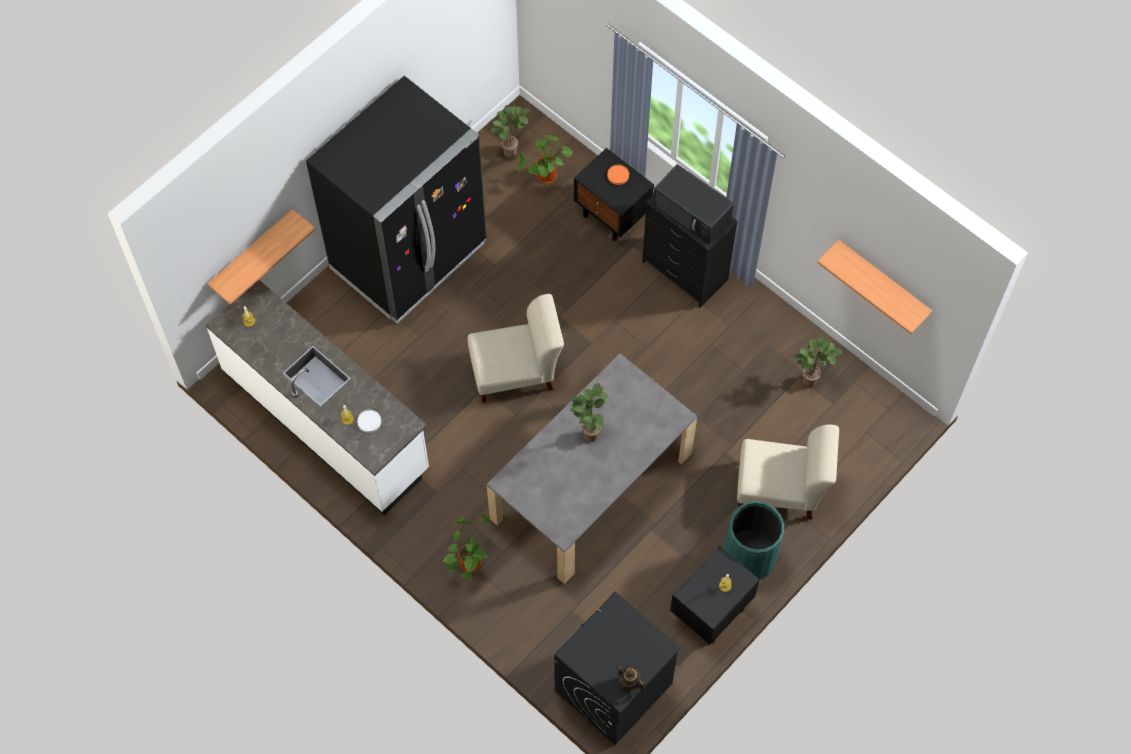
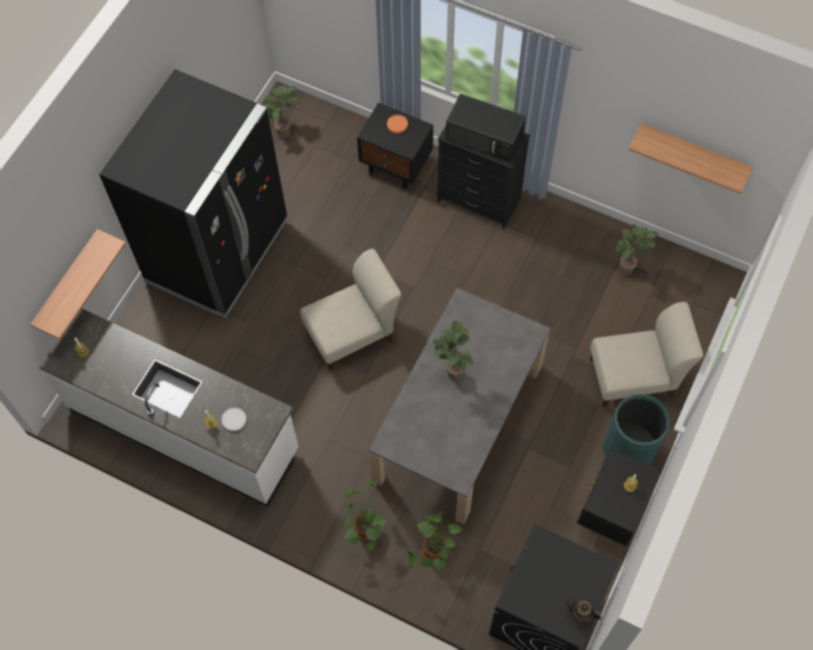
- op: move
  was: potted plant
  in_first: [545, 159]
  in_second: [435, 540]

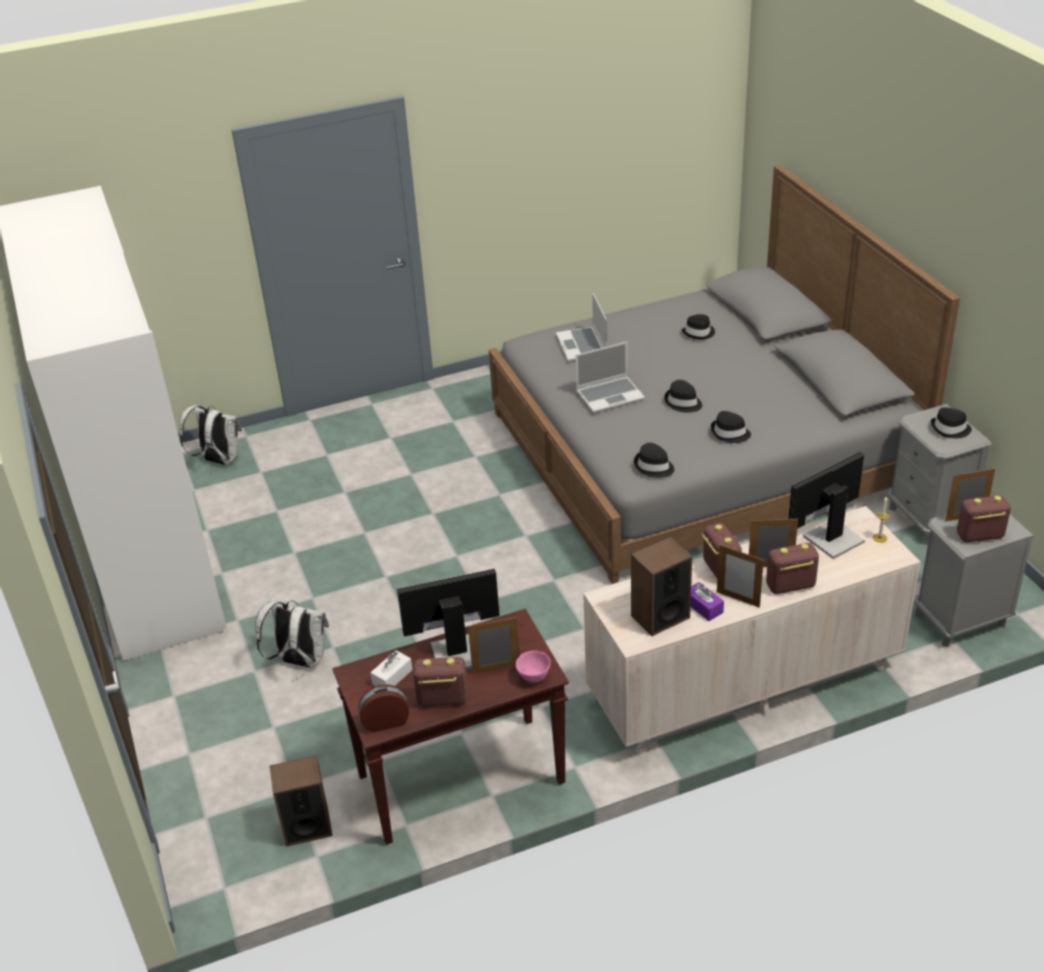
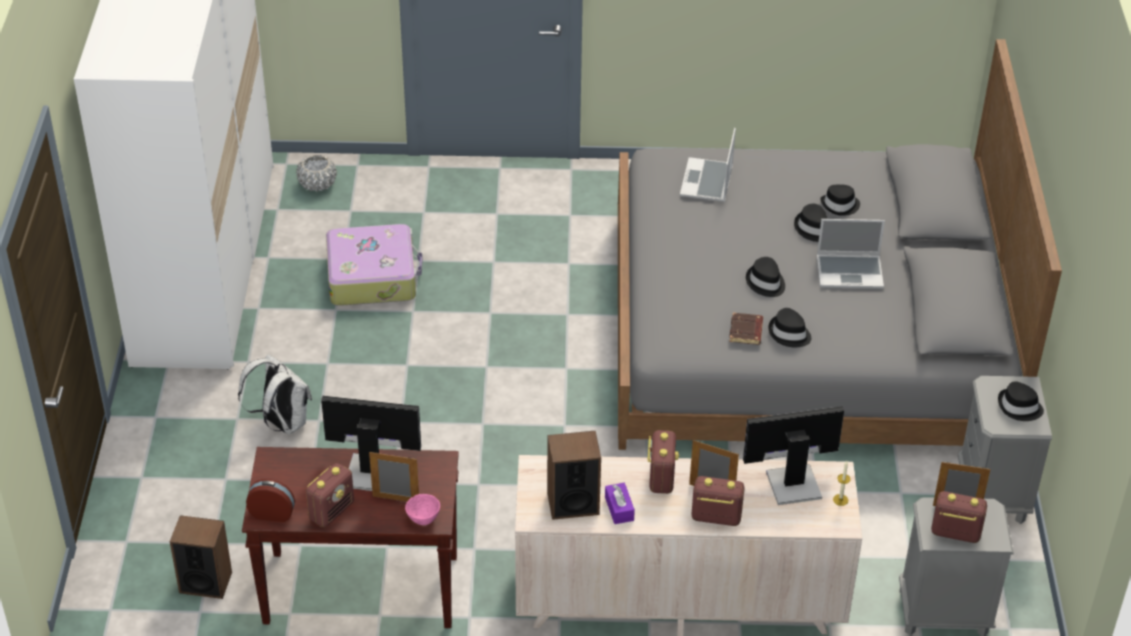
- op: replace
  was: whitish backpack
  now: whitish plant pot
  in_first: [210, 435]
  in_second: [316, 173]
- op: delete
  was: whitish tissue box
  in_first: [391, 668]
- op: rotate
  was: radio
  in_first: [440, 682]
  in_second: [330, 495]
  clockwise: 105
- op: move
  was: notebook computer
  in_first: [610, 377]
  in_second: [851, 254]
- op: move
  was: black clothing hat
  in_first: [654, 460]
  in_second: [810, 223]
- op: delete
  was: picture frame
  in_first: [740, 576]
- op: insert
  now: piece of luggage
  in_second: [374, 265]
- op: insert
  now: brownish book
  in_second: [746, 328]

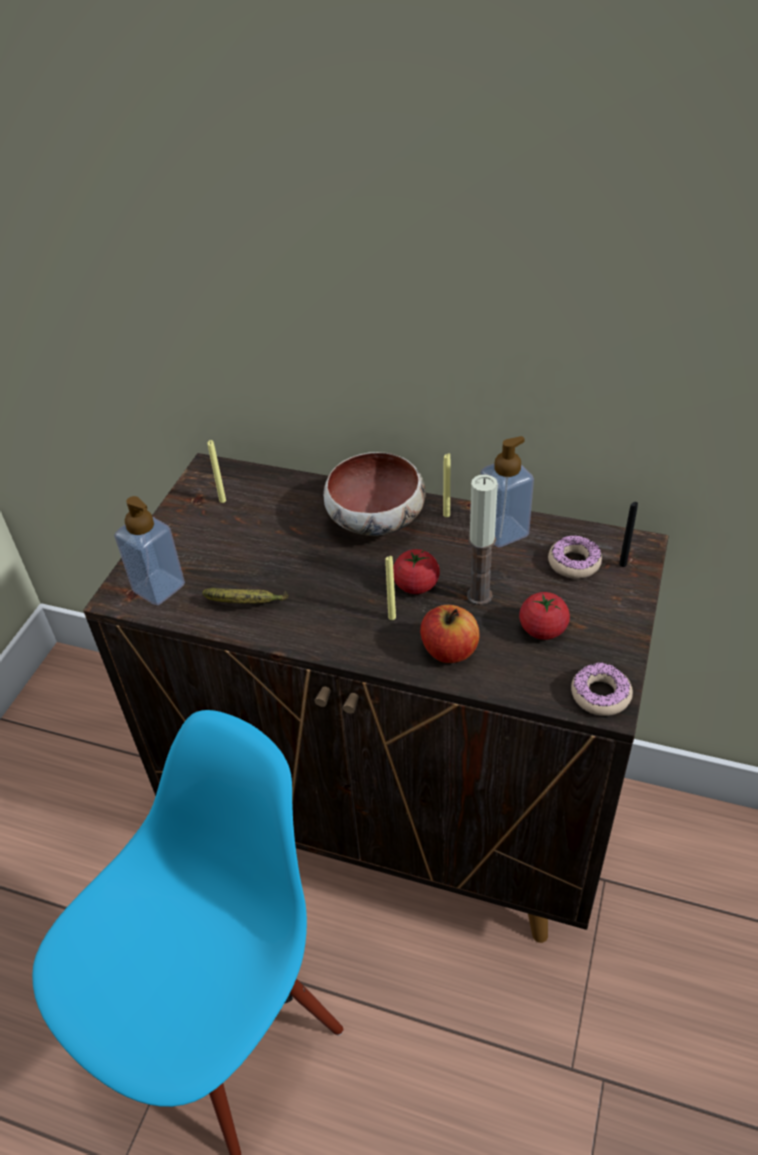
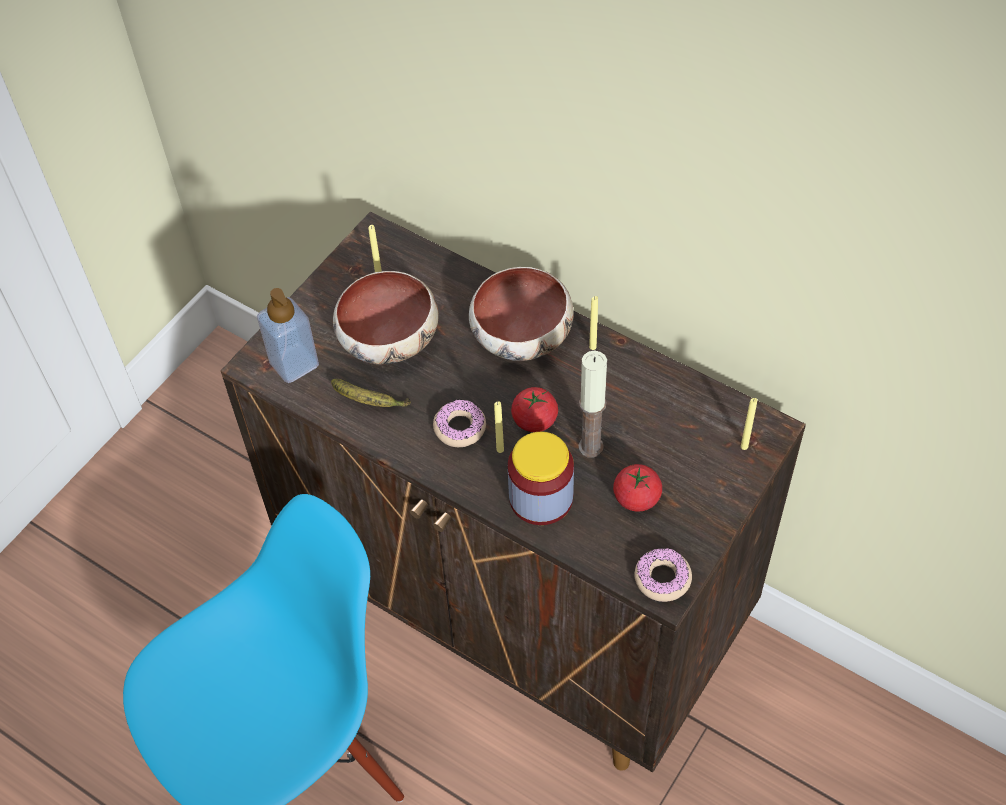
- op: replace
  was: apple
  now: jar
  in_first: [450, 634]
  in_second: [541, 478]
- op: delete
  was: soap dispenser
  in_first: [507, 492]
- op: move
  was: donut
  in_first: [575, 557]
  in_second: [459, 423]
- op: recolor
  was: black wax candle
  now: yellow-coloured wax candle
  in_first: [628, 534]
  in_second: [749, 424]
- op: insert
  now: bowl
  in_second: [386, 318]

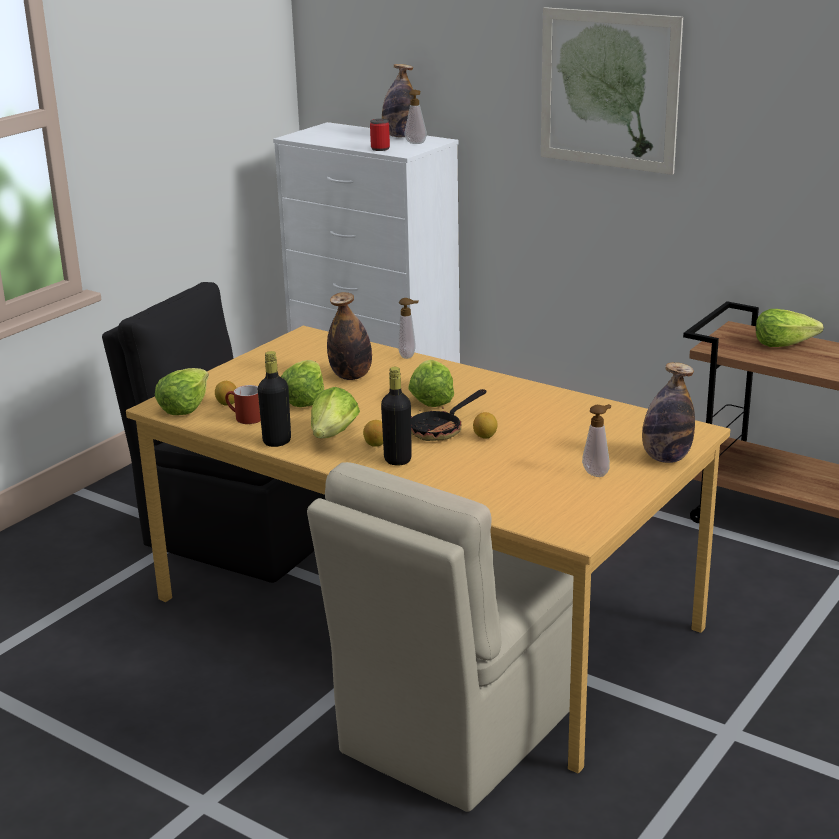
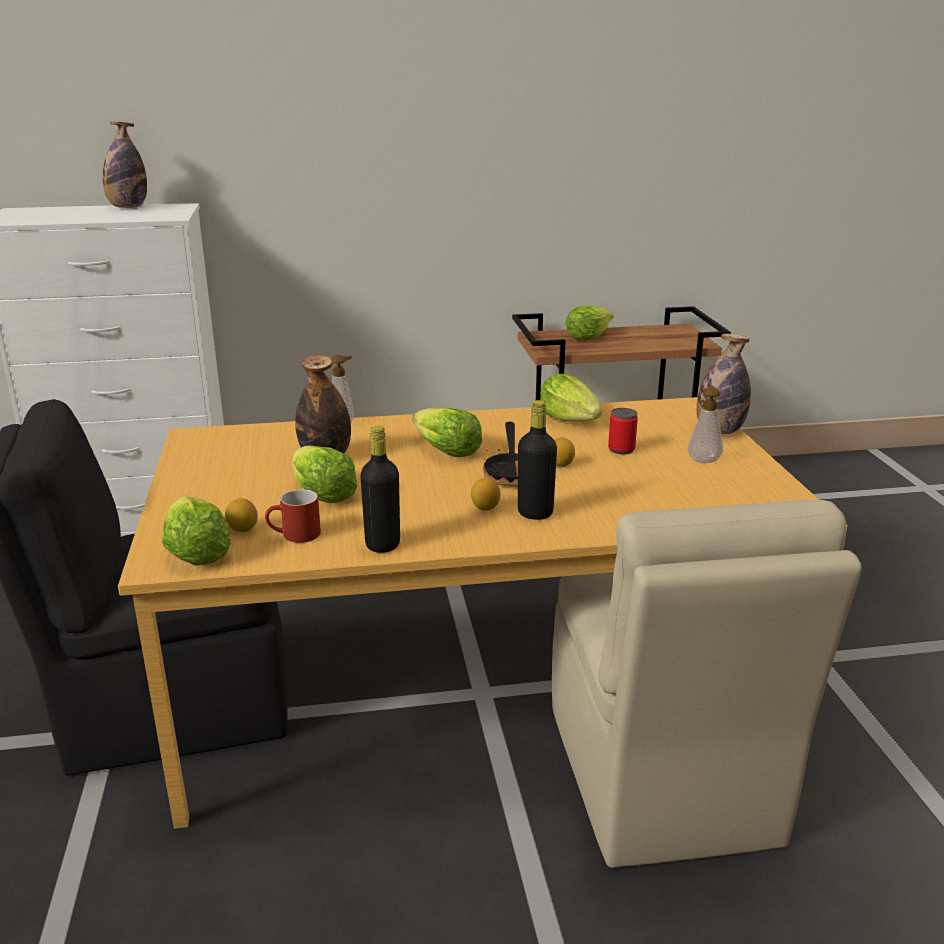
- op: move
  was: lettuce head
  in_first: [335, 412]
  in_second: [571, 398]
- op: move
  was: can
  in_first: [380, 135]
  in_second: [623, 431]
- op: delete
  was: soap dispenser
  in_first: [416, 117]
- op: delete
  was: picture
  in_first: [612, 91]

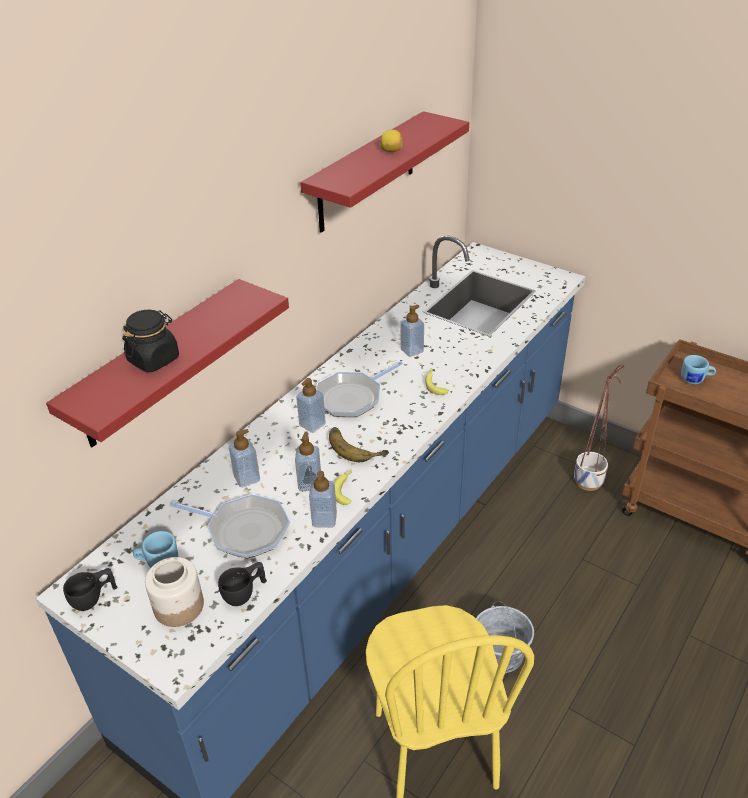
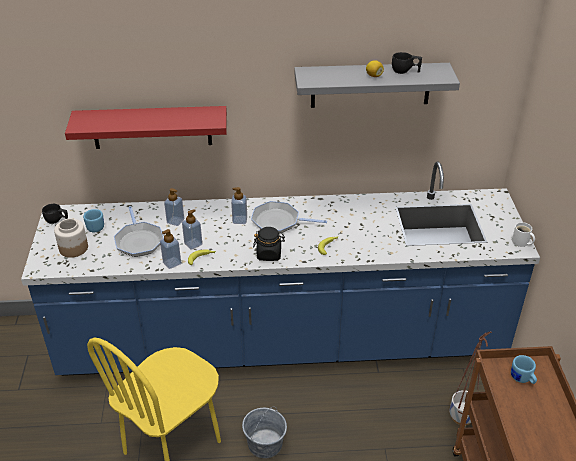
- op: move
  was: black jar
  in_first: [150, 341]
  in_second: [269, 244]
- op: move
  was: black small cup
  in_first: [242, 584]
  in_second: [407, 63]
- op: recolor
  was: red wall shelf
  now: grey wall shelf
  in_first: [384, 172]
  in_second: [377, 85]
- op: delete
  was: banana
  in_first: [359, 444]
- op: delete
  was: soap dispenser
  in_first: [412, 331]
- op: insert
  now: whitish tea mug
  in_second: [523, 234]

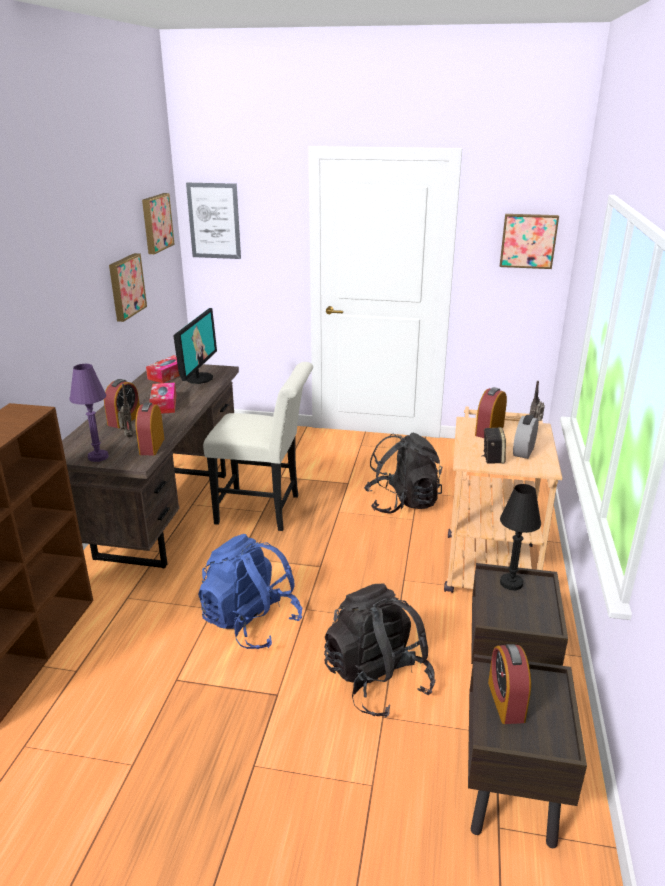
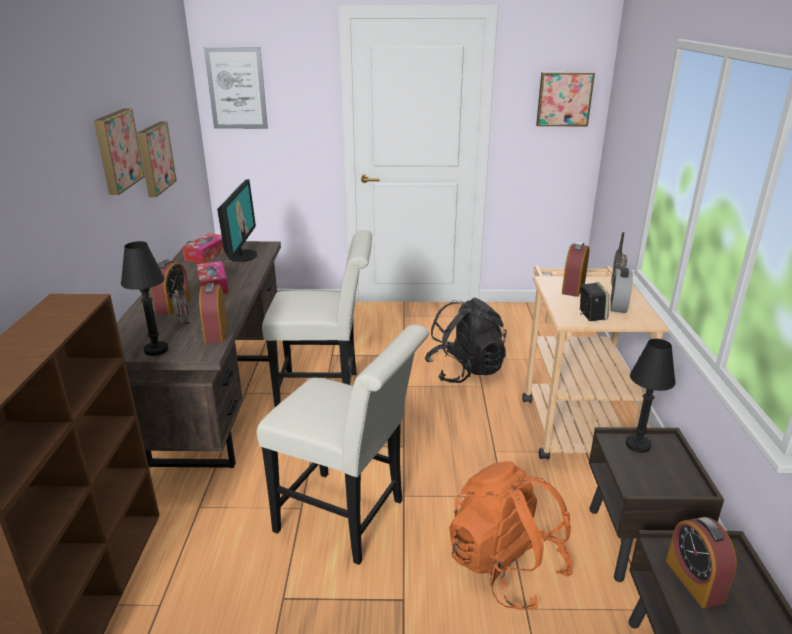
- op: recolor
  was: purple-coloured lamp for a table
  now: black lamp for a table
  in_first: [89, 413]
  in_second: [144, 298]
- op: move
  was: picture
  in_first: [158, 223]
  in_second: [119, 151]
- op: replace
  was: bluish backpack
  now: whitish plain chair
  in_first: [250, 591]
  in_second: [343, 445]
- op: recolor
  was: black backpack
  now: orangey backpack
  in_first: [379, 650]
  in_second: [511, 535]

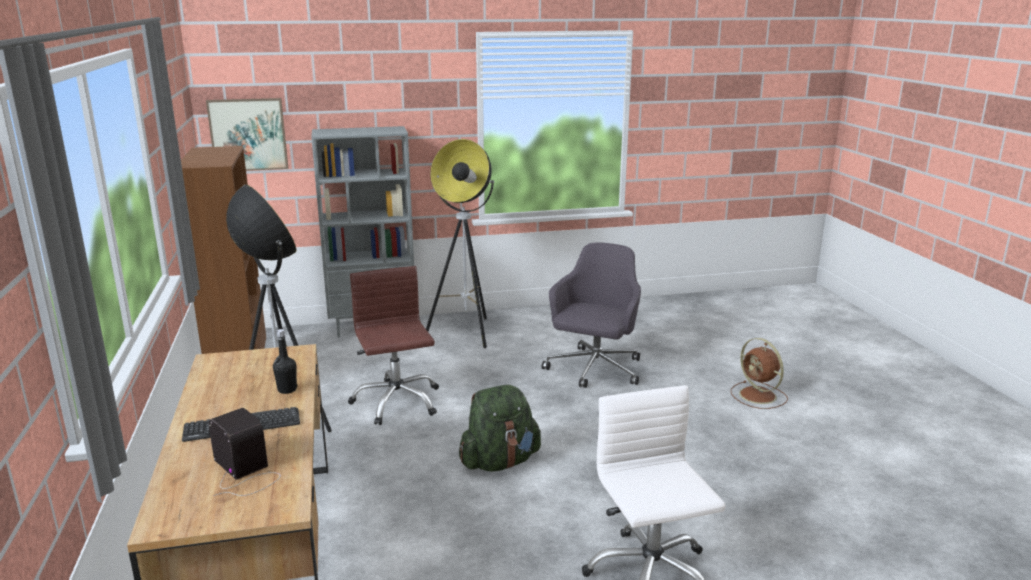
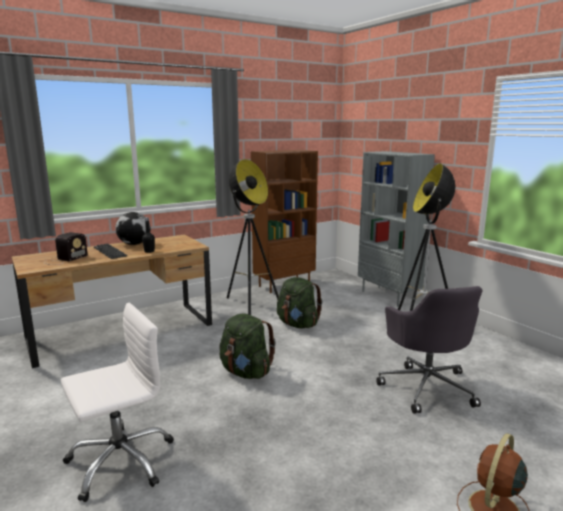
- op: delete
  was: picture
  in_first: [247, 134]
- op: replace
  was: brownish desk chair
  now: green backpack
  in_first: [393, 345]
  in_second: [300, 302]
- op: rotate
  was: grey desk chair
  in_first: [591, 315]
  in_second: [429, 350]
  clockwise: 75
- op: insert
  now: world globe
  in_second: [133, 228]

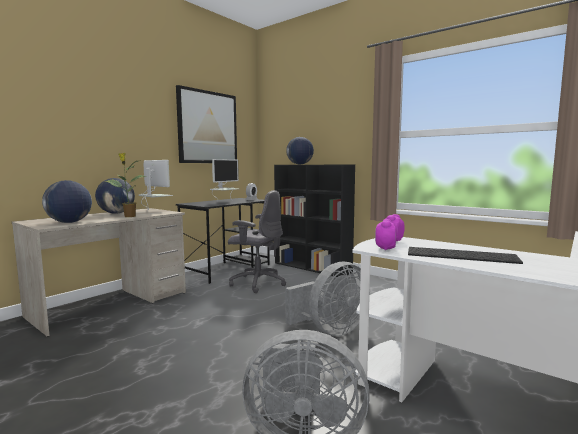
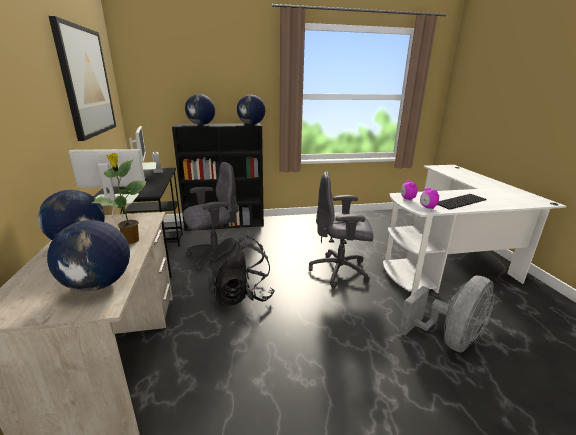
- op: replace
  was: grey fan
  now: grey desk chair
  in_first: [323, 298]
  in_second: [341, 229]
- op: insert
  now: black backpack
  in_second: [242, 270]
- op: insert
  now: world globe
  in_second: [251, 110]

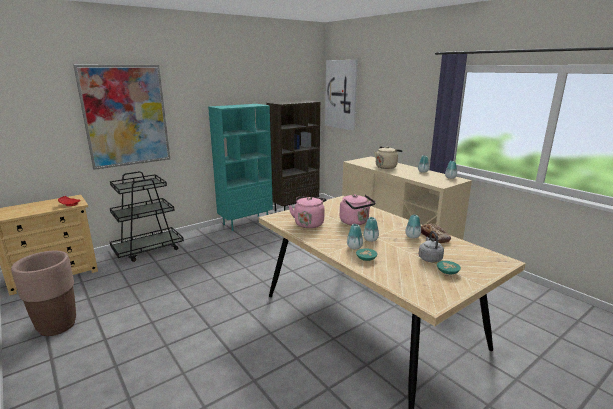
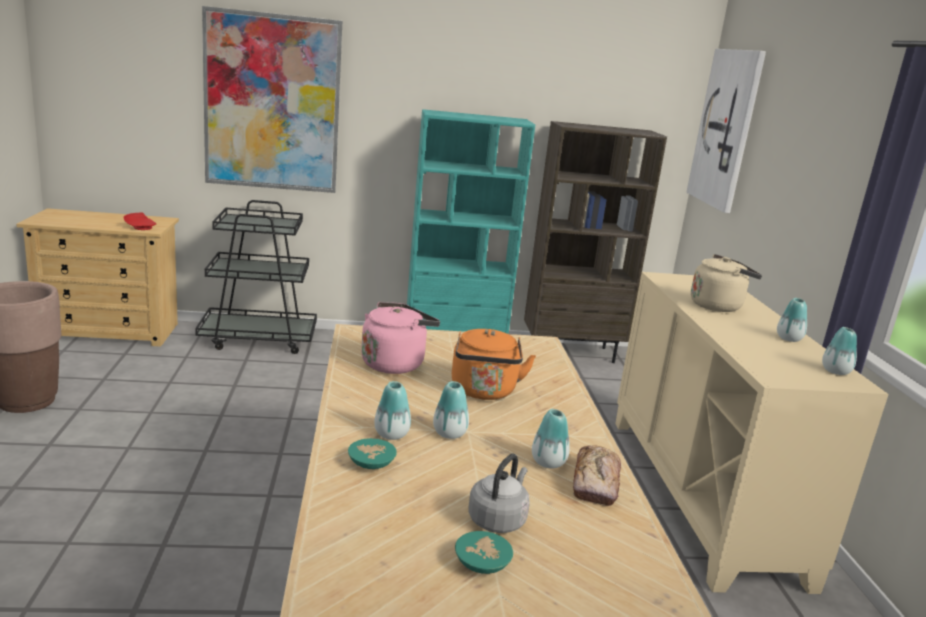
- op: recolor
  was: pink water kettle
  now: orangey water kettle
  in_first: [358, 210]
  in_second: [494, 364]

